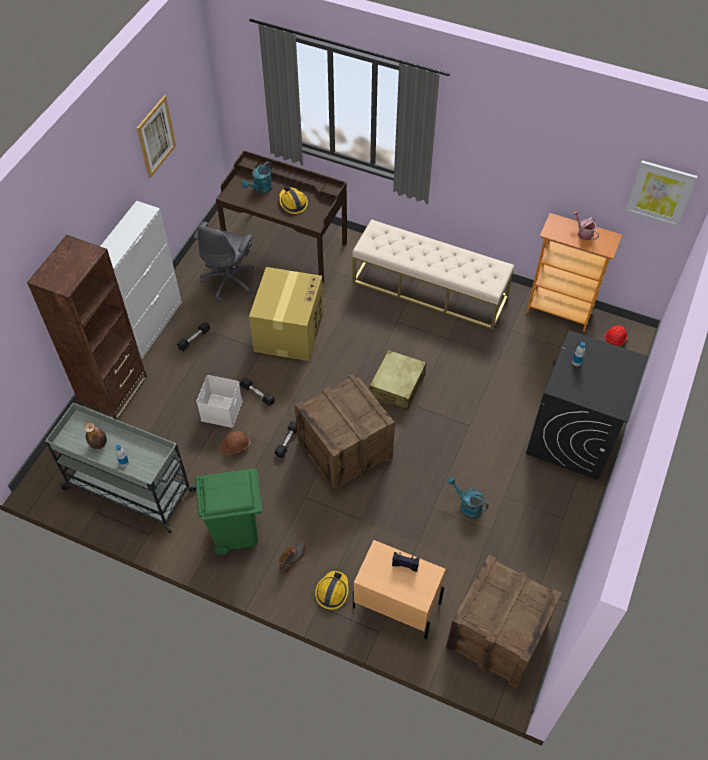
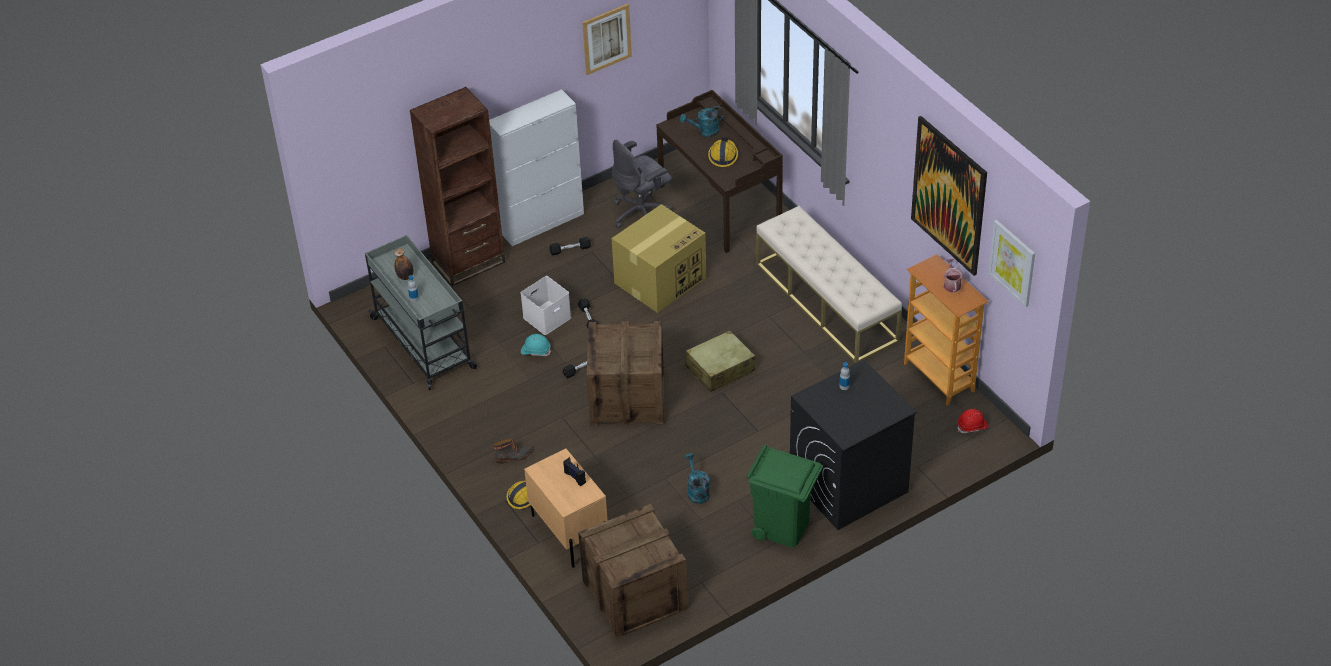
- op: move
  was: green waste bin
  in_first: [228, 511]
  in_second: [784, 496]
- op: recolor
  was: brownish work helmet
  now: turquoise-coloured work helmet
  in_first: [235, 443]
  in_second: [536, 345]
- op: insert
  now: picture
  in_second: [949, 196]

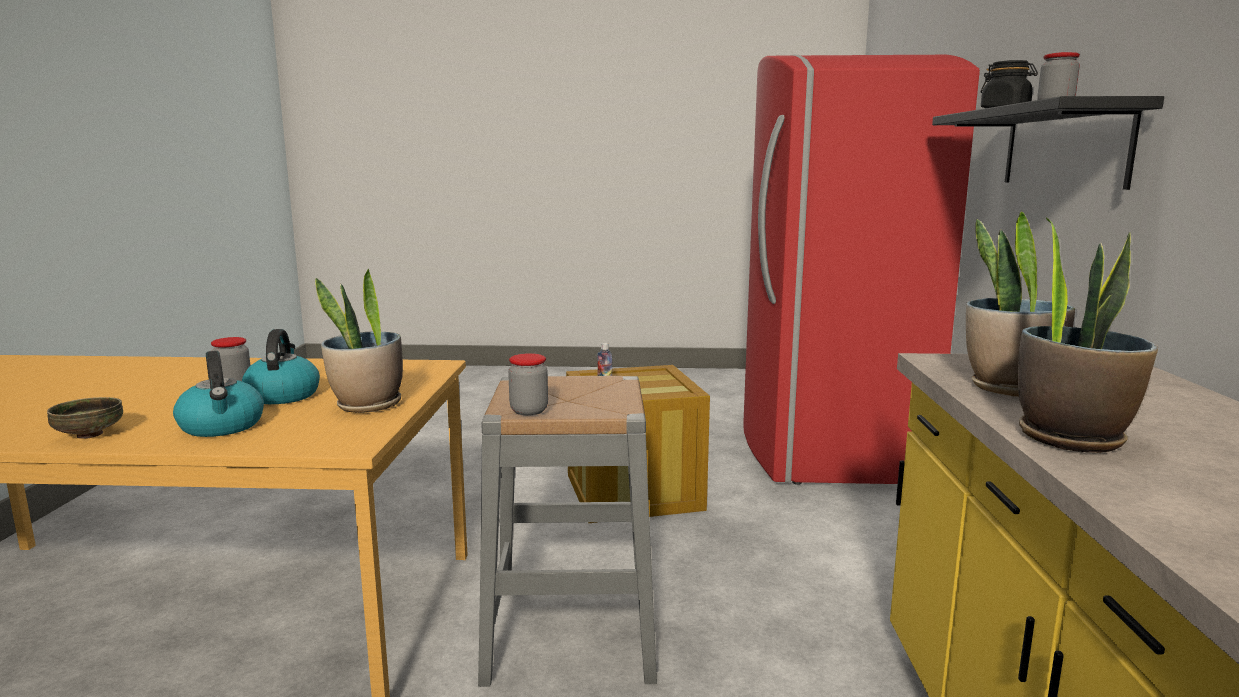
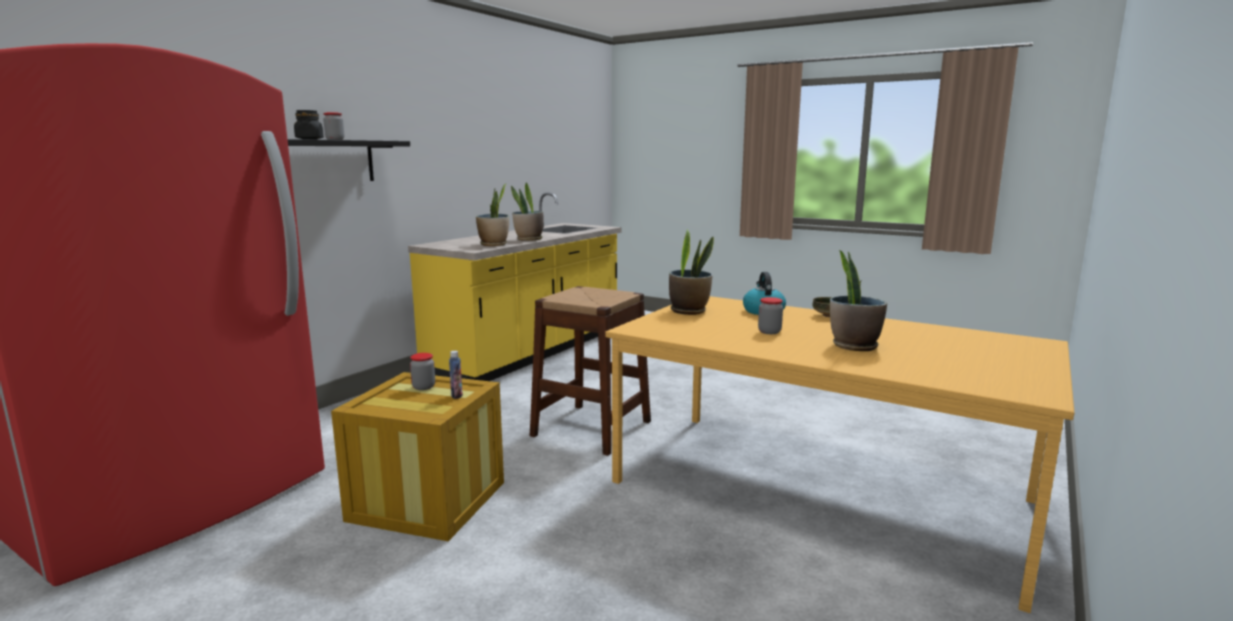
- op: delete
  was: water kettle
  in_first: [281, 366]
- op: recolor
  was: grey stool seat
  now: brownish stool seat
  in_first: [567, 531]
  in_second: [590, 371]
- op: move
  was: jar
  in_first: [528, 384]
  in_second: [422, 371]
- op: insert
  now: potted plant
  in_second: [858, 300]

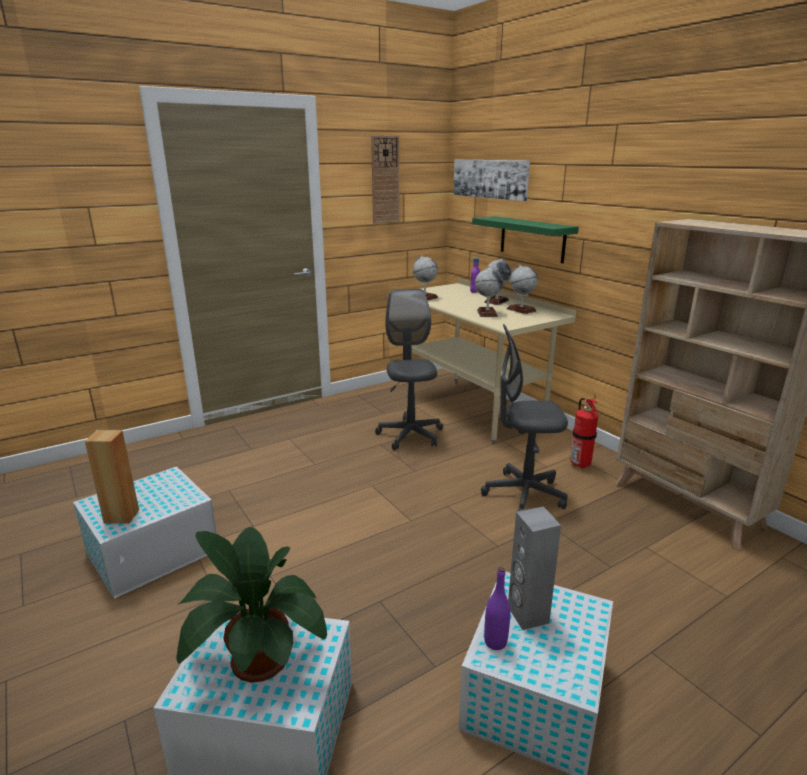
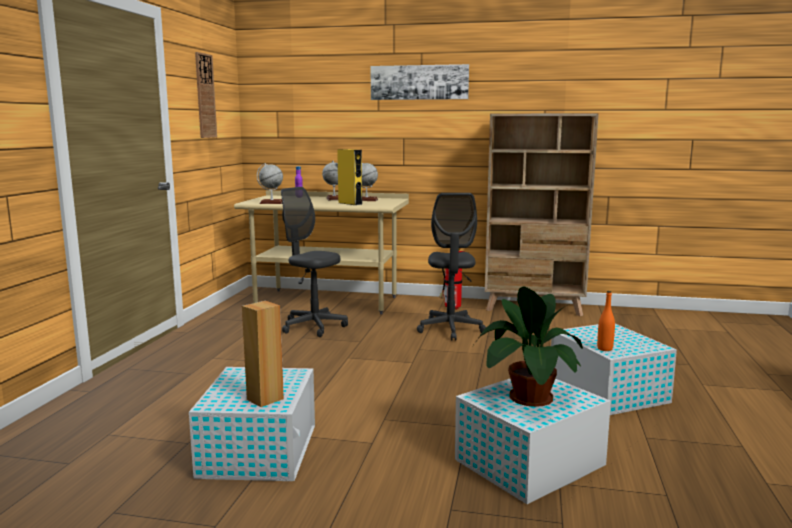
- op: move
  was: picture
  in_first: [491, 180]
  in_second: [420, 82]
- op: delete
  was: green wall shelf
  in_first: [525, 239]
- op: replace
  was: world globe
  now: yellow-coloured audio speaker
  in_first: [489, 291]
  in_second: [349, 177]
- op: rotate
  was: grey desk chair
  in_first: [524, 417]
  in_second: [451, 267]
  clockwise: -45
- op: recolor
  was: purple-coloured drink bottle
  now: orangey drink bottle
  in_first: [497, 608]
  in_second: [606, 321]
- op: delete
  was: grey audio speaker
  in_first: [534, 568]

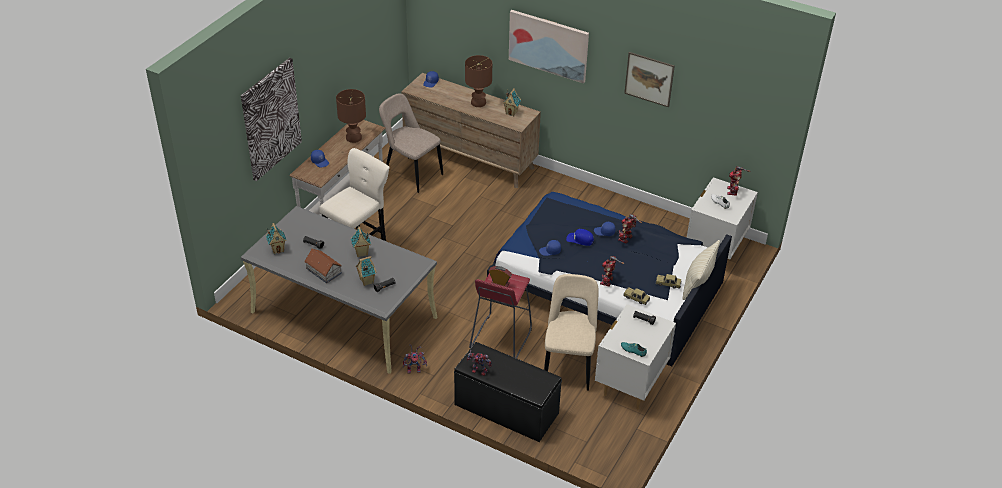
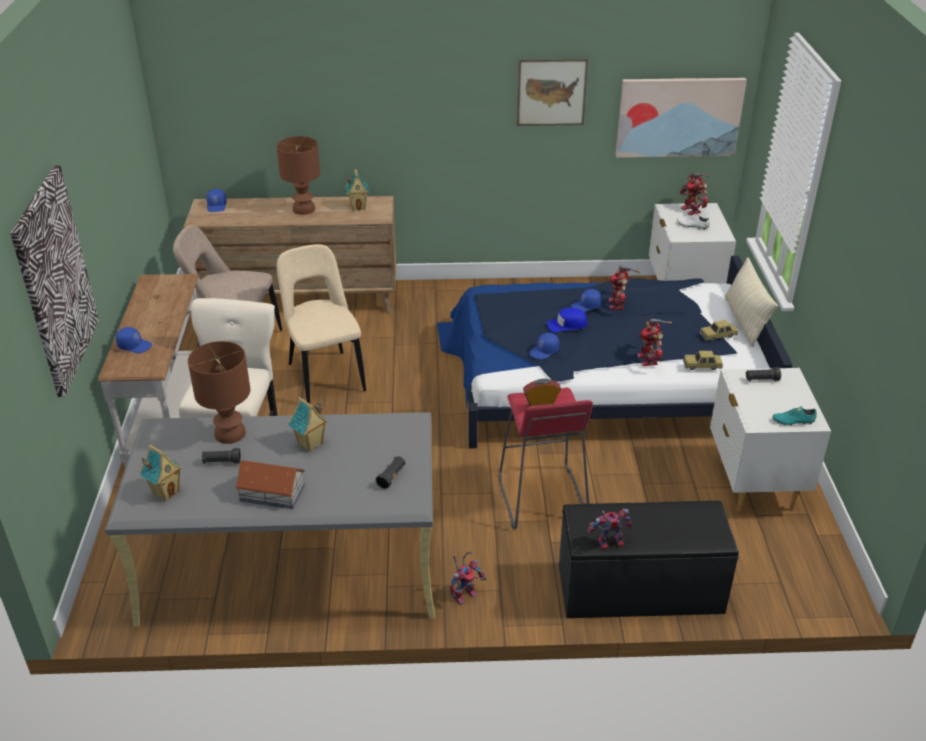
- op: move
  was: brownish lamp for a table
  in_first: [351, 116]
  in_second: [219, 392]
- op: delete
  was: model house
  in_first: [366, 271]
- op: move
  was: picture
  in_first: [549, 47]
  in_second: [681, 117]
- op: move
  was: beige-coloured plain chair
  in_first: [571, 332]
  in_second: [321, 324]

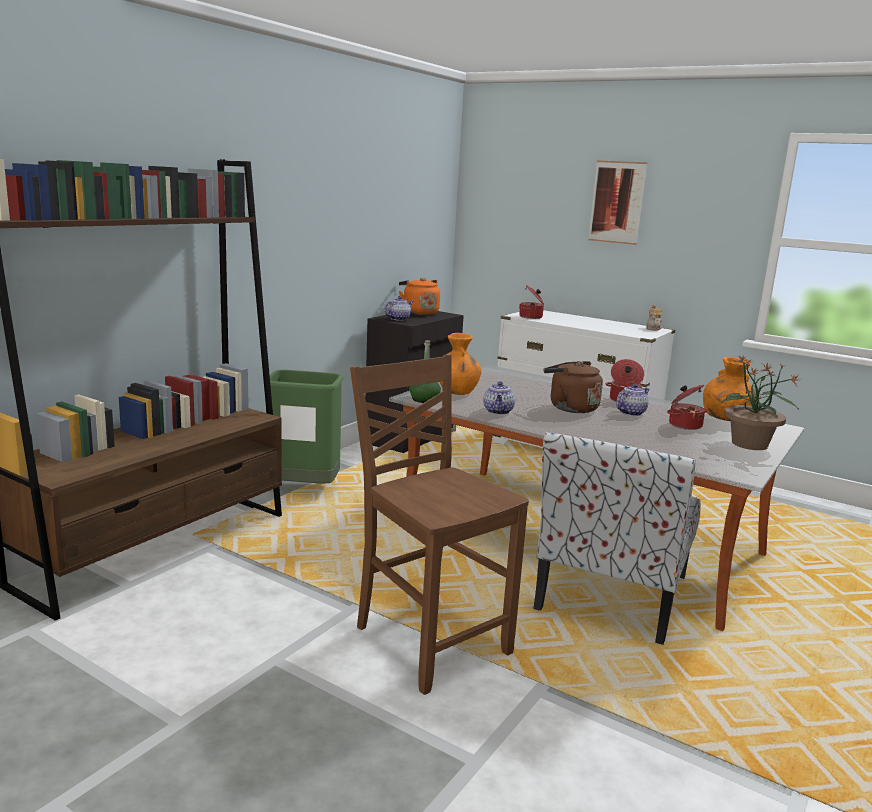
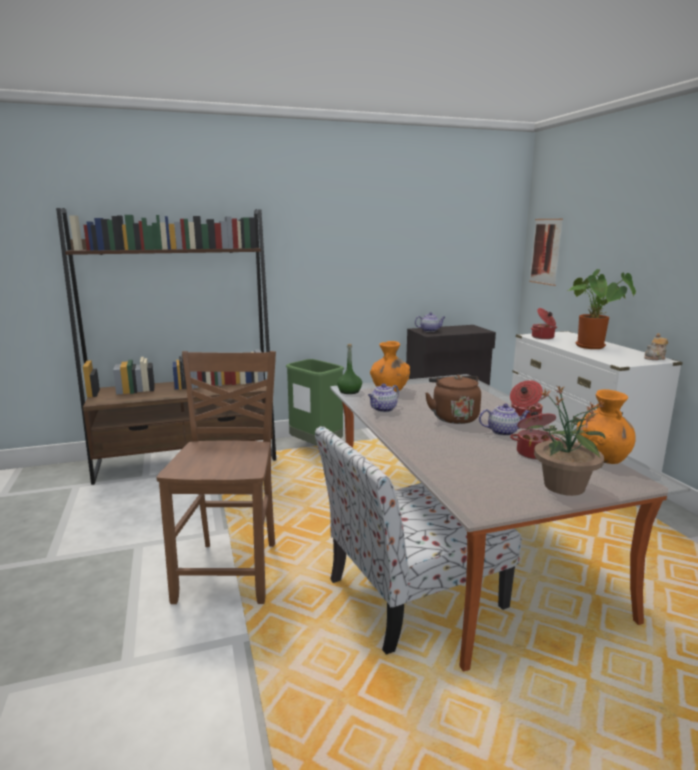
- op: delete
  was: orangey water kettle
  in_first: [419, 296]
- op: move
  was: picture
  in_first: [617, 202]
  in_second: [546, 252]
- op: insert
  now: potted plant
  in_second: [601, 309]

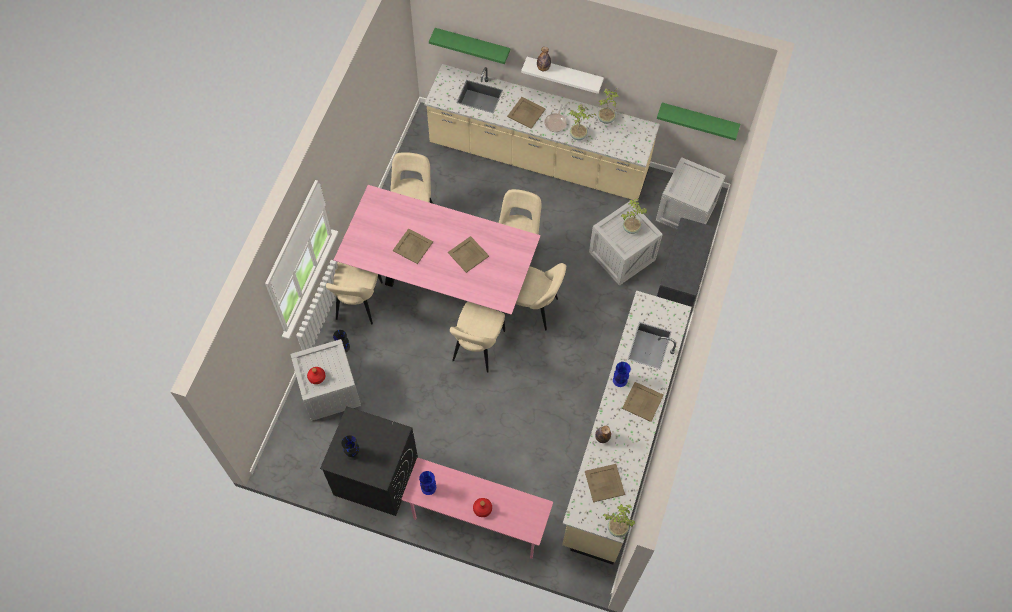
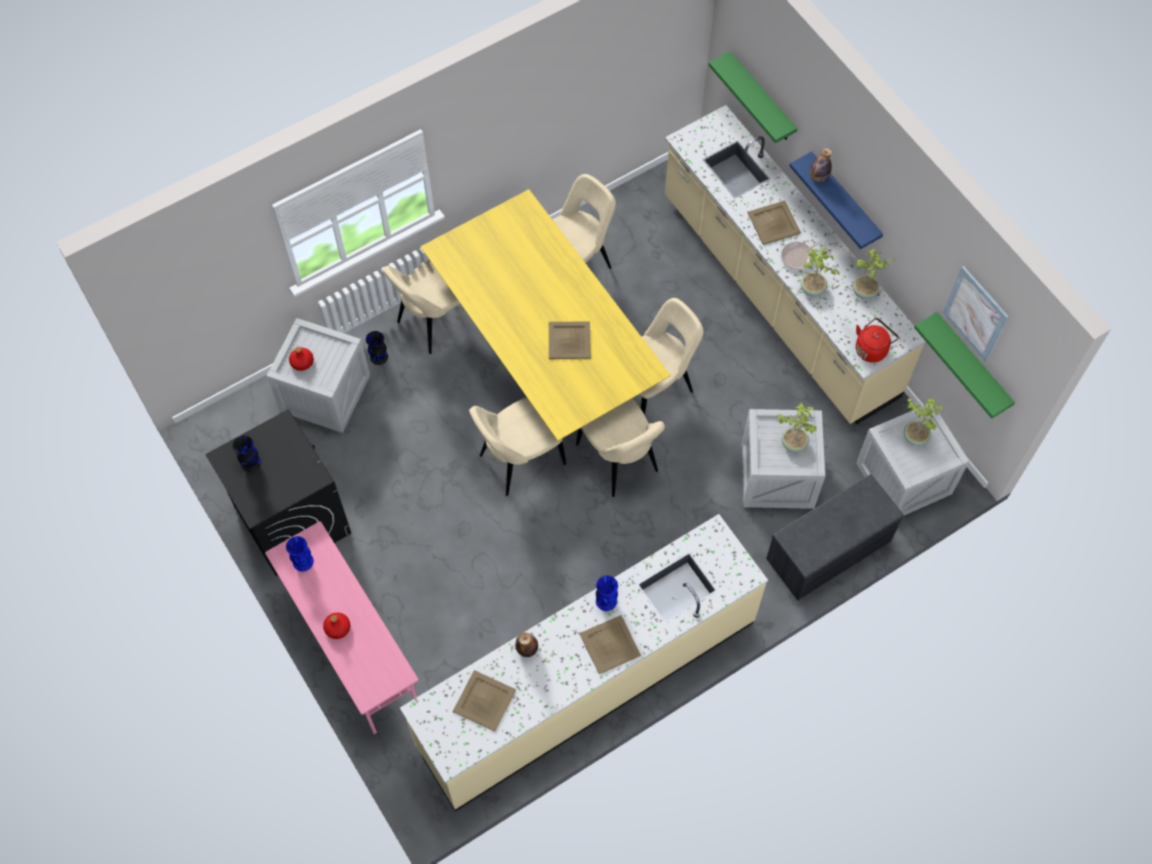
- op: recolor
  was: pink kitchen table
  now: yellow-coloured kitchen table
  in_first: [437, 250]
  in_second: [545, 315]
- op: delete
  was: beige-coloured tray
  in_first: [413, 246]
- op: recolor
  was: whitish wall shelf
  now: bluish wall shelf
  in_first: [562, 75]
  in_second: [836, 200]
- op: move
  was: potted plant
  in_first: [619, 520]
  in_second: [924, 422]
- op: insert
  now: red water kettle
  in_second: [877, 340]
- op: insert
  now: picture
  in_second: [976, 314]

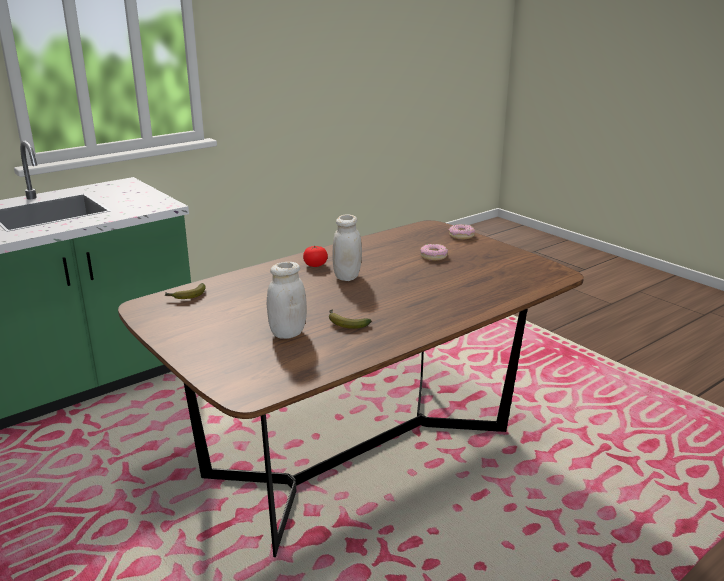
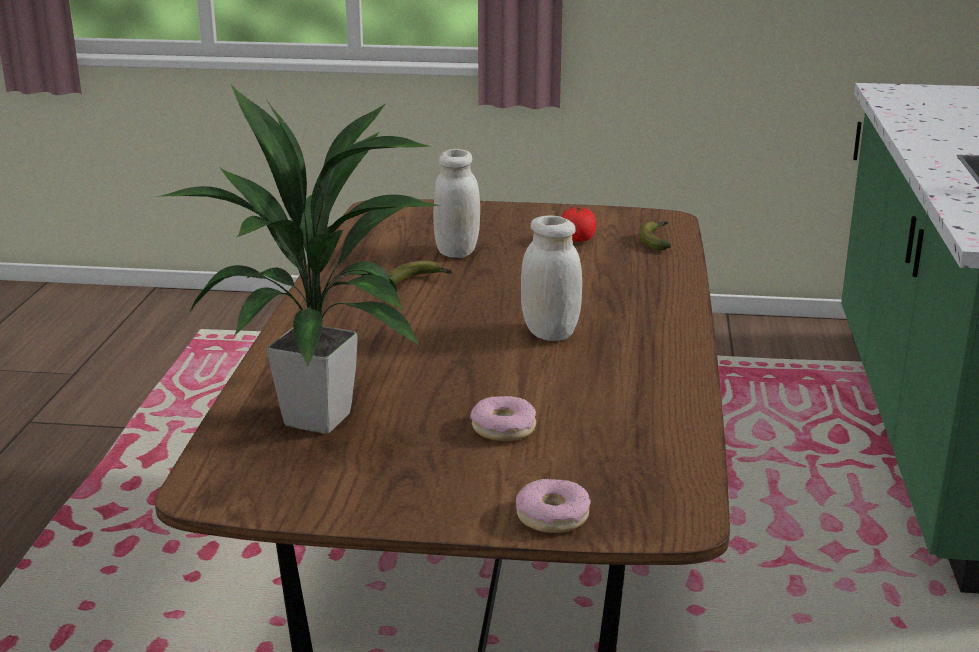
- op: move
  was: tomato
  in_first: [315, 256]
  in_second: [578, 224]
- op: insert
  now: potted plant
  in_second: [297, 259]

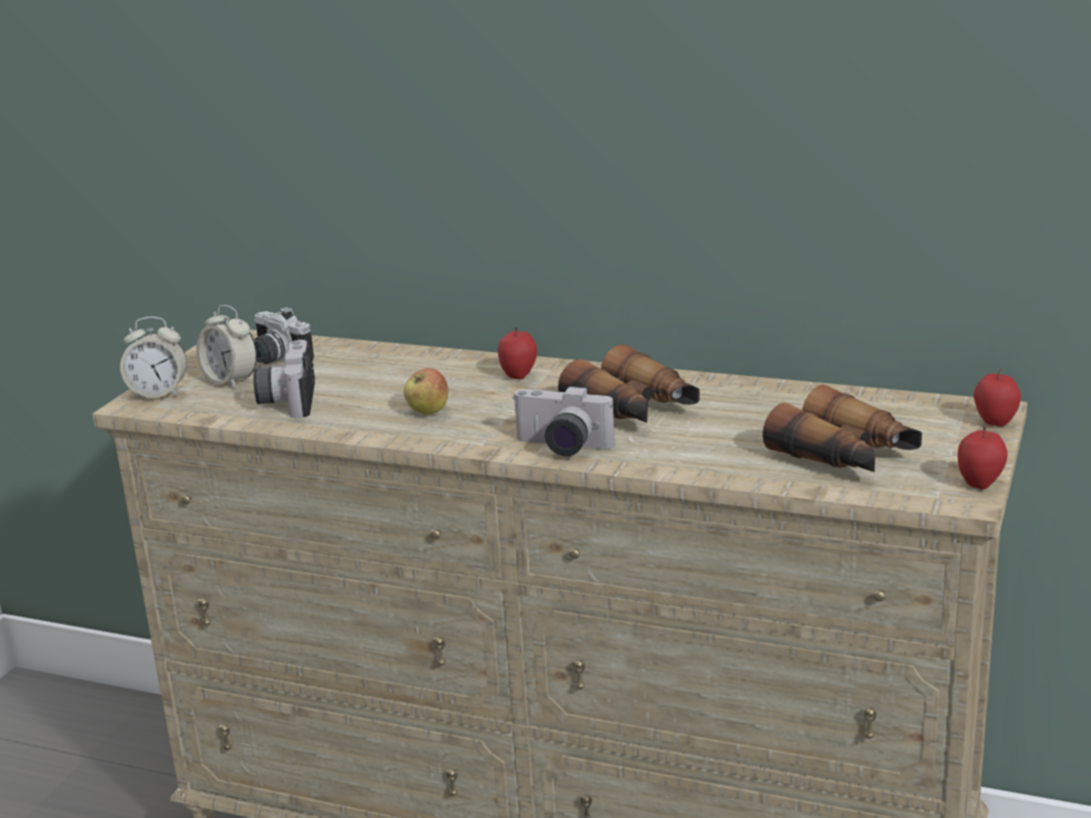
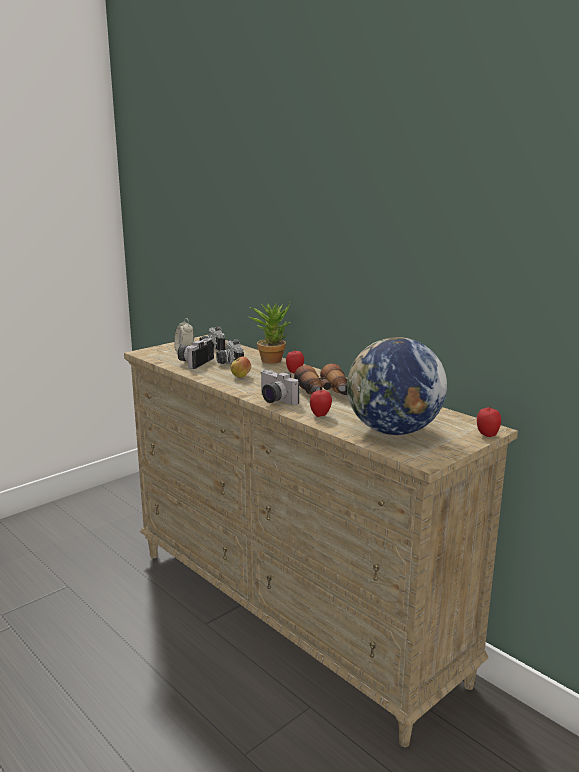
- op: delete
  was: bedside clock
  in_first: [153, 358]
- op: replace
  was: field glasses
  now: world globe
  in_first: [842, 428]
  in_second: [397, 386]
- op: move
  was: apple
  in_first: [983, 458]
  in_second: [321, 402]
- op: insert
  now: photo camera
  in_second: [230, 352]
- op: insert
  now: potted plant
  in_second: [269, 333]

